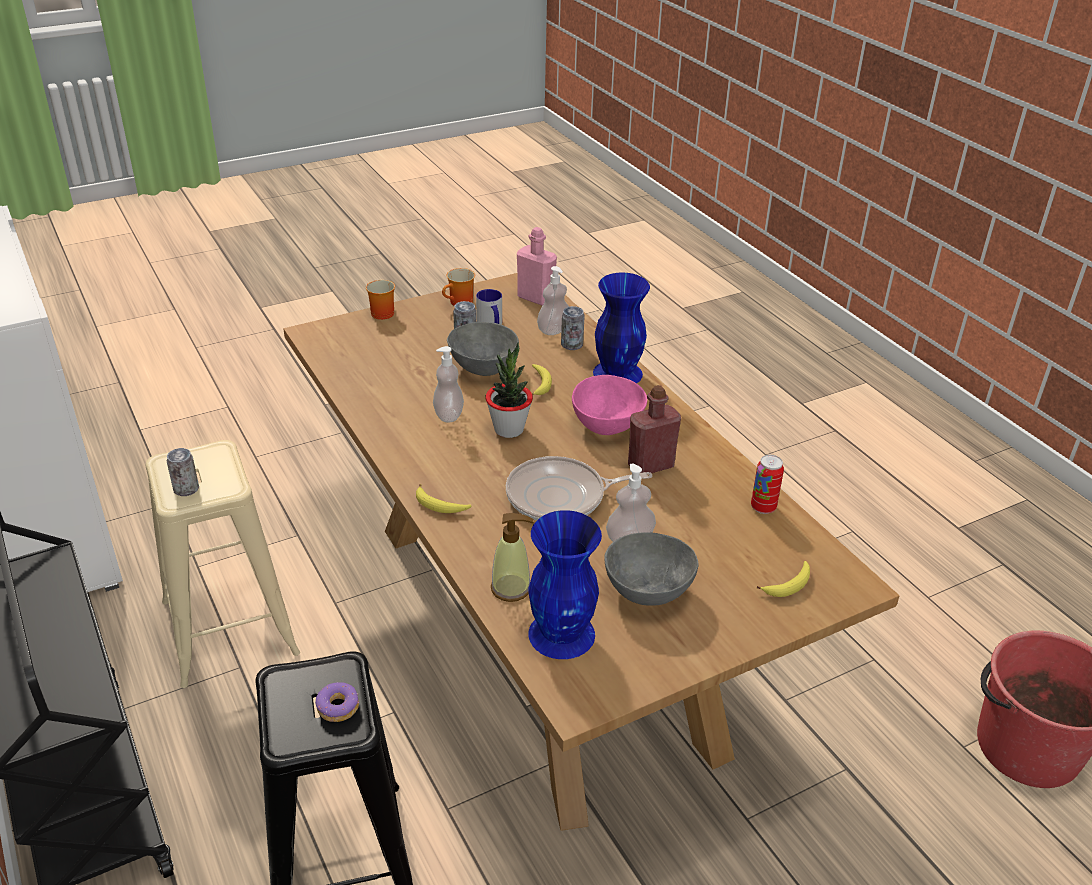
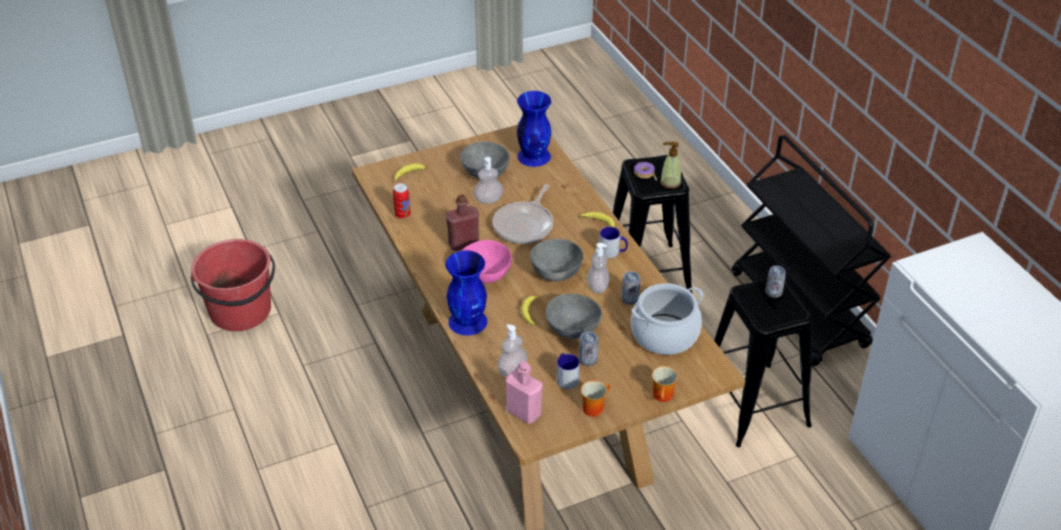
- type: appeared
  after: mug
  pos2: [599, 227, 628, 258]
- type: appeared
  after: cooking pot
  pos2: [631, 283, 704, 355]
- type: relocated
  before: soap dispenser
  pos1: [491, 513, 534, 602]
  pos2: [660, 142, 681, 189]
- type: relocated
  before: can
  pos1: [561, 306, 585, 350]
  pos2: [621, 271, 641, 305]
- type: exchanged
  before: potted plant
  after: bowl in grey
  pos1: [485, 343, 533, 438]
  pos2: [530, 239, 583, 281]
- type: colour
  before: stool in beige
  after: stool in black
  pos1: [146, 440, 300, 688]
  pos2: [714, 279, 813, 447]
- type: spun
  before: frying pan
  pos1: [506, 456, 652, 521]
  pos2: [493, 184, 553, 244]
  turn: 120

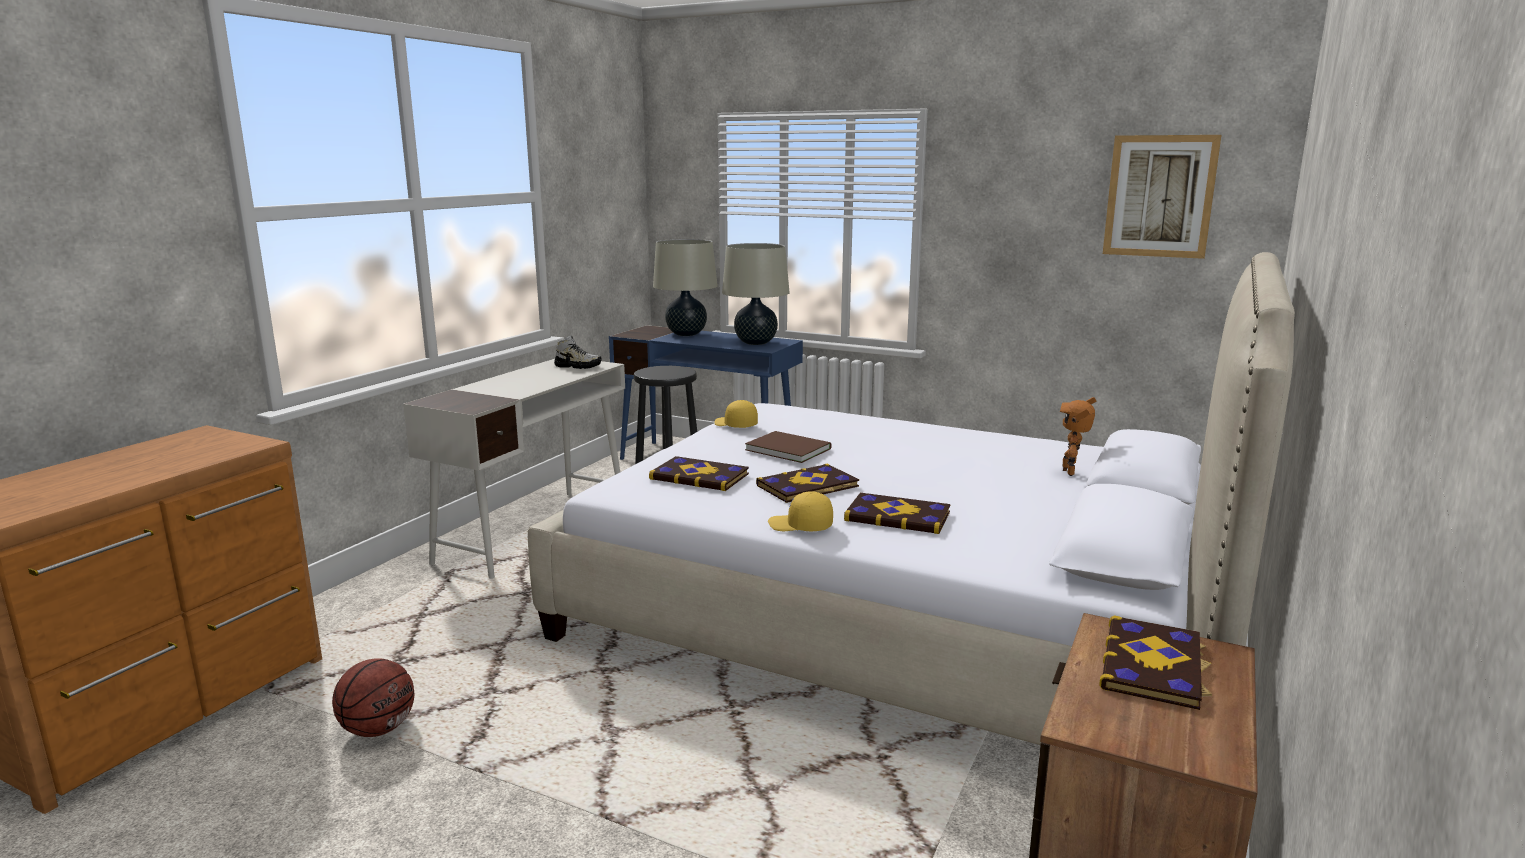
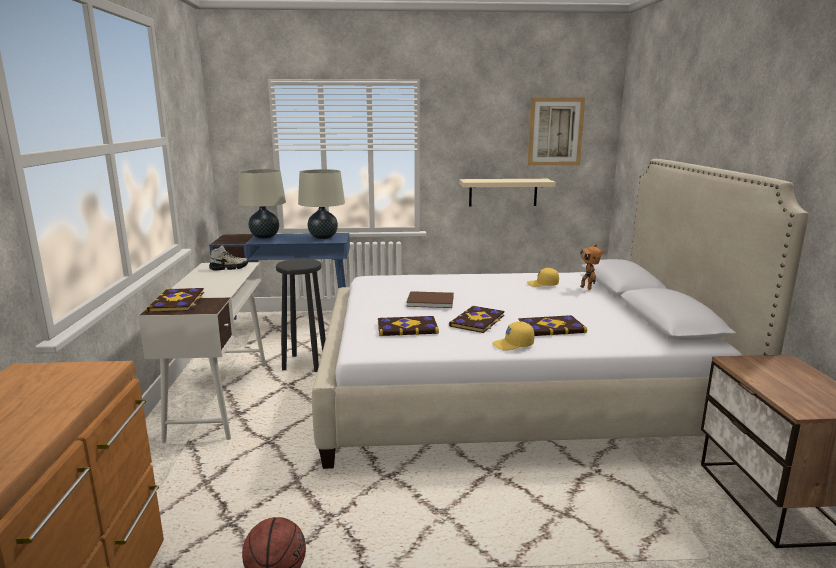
- type: appeared
  after: shelf in beige
  pos2: [459, 179, 556, 207]
- type: relocated
  before: cap in yellow
  pos1: [714, 400, 758, 428]
  pos2: [527, 268, 559, 287]
- type: relocated
  before: book
  pos1: [1099, 616, 1212, 710]
  pos2: [146, 288, 204, 313]

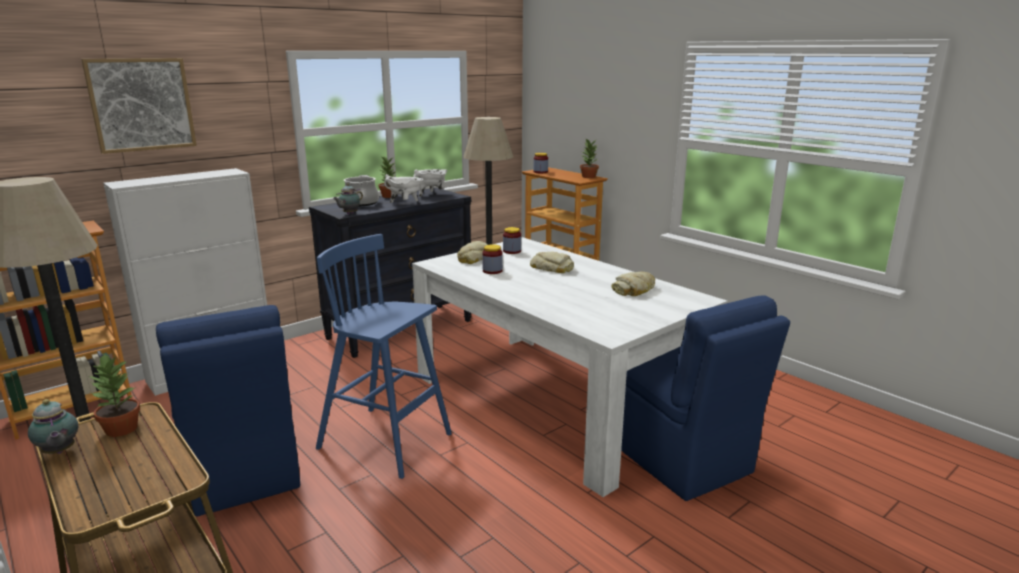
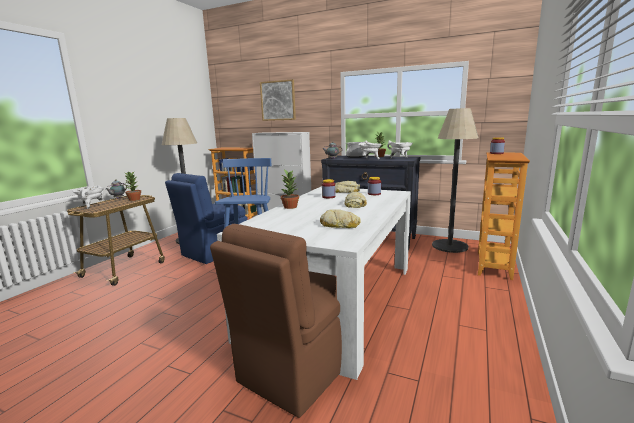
- type: appeared
  after: cooking pot in white
  pos2: [73, 185, 104, 209]
- type: relocated
  before: potted plant
  pos1: [580, 139, 599, 178]
  pos2: [281, 170, 299, 209]
- type: colour
  before: chair in blue
  after: chair in brown
  pos1: [621, 295, 790, 501]
  pos2: [210, 224, 342, 418]

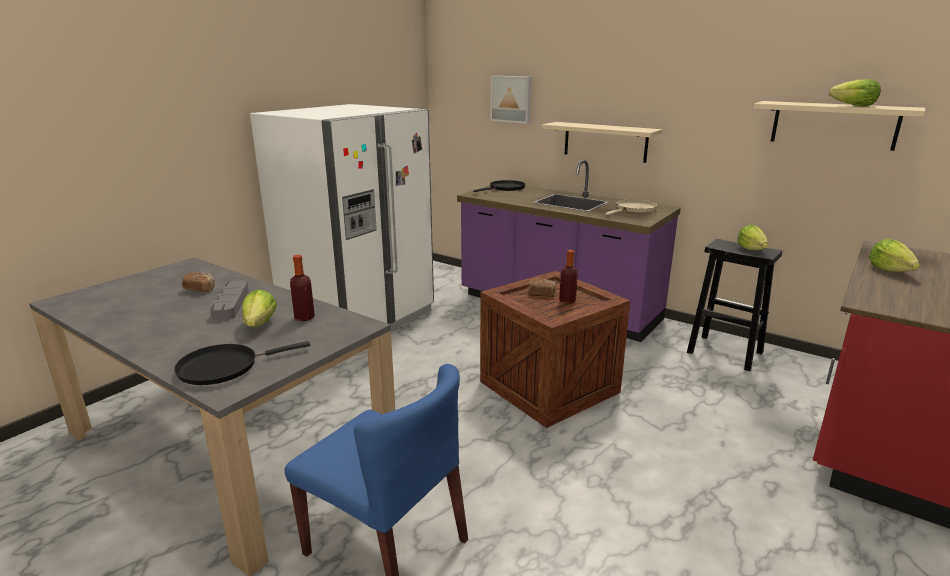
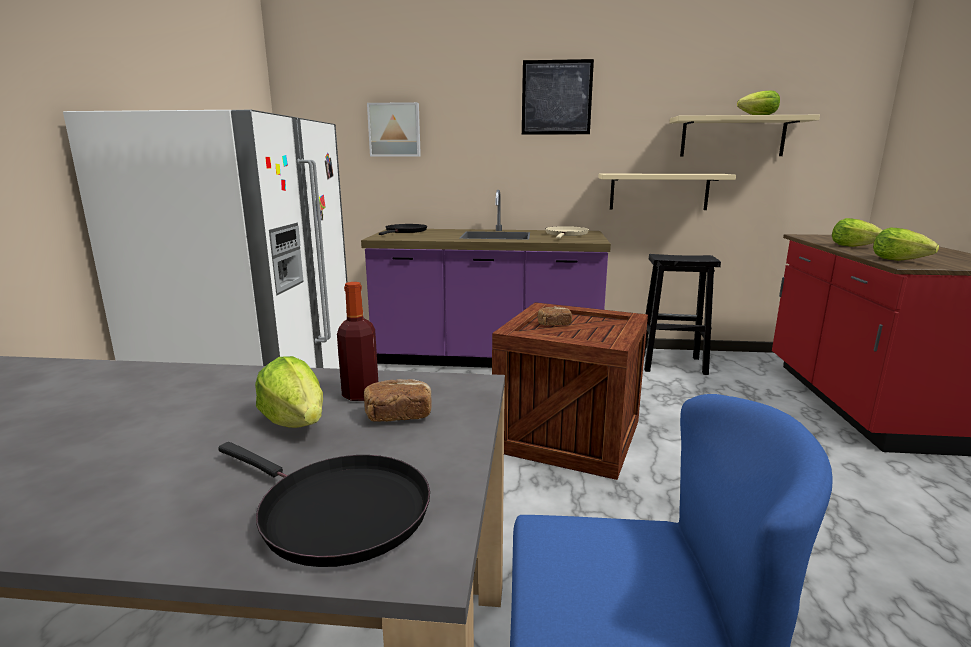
- type: missing
  before: tray in grey
  pos1: [210, 281, 249, 320]
- type: missing
  before: bottle
  pos1: [559, 250, 578, 304]
- type: appeared
  after: picture
  pos2: [522, 59, 594, 135]
- type: relocated
  before: bread
  pos1: [182, 272, 215, 292]
  pos2: [364, 379, 432, 422]
- type: relocated
  before: shelf in beige
  pos1: [541, 122, 662, 163]
  pos2: [598, 174, 736, 210]
- type: relocated
  before: lettuce
  pos1: [737, 225, 768, 250]
  pos2: [873, 228, 939, 261]
- type: spun
  before: frying pan in black
  pos1: [174, 341, 310, 385]
  pos2: [218, 442, 430, 567]
  turn: -90

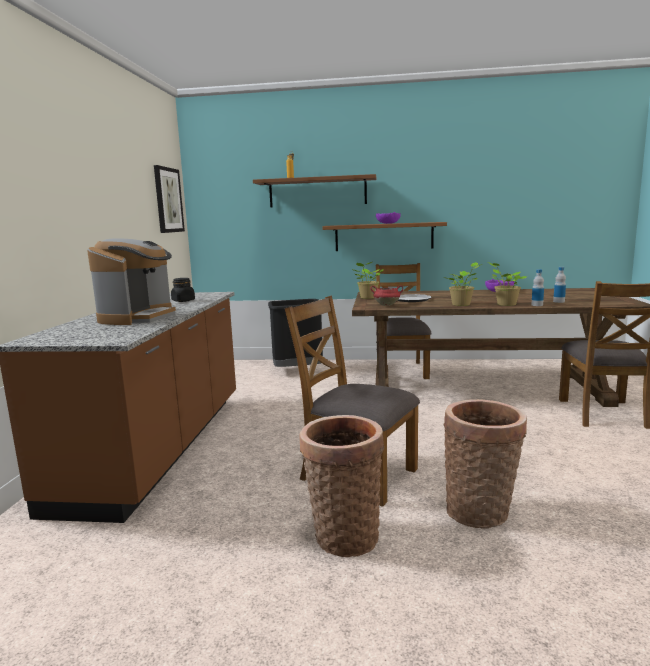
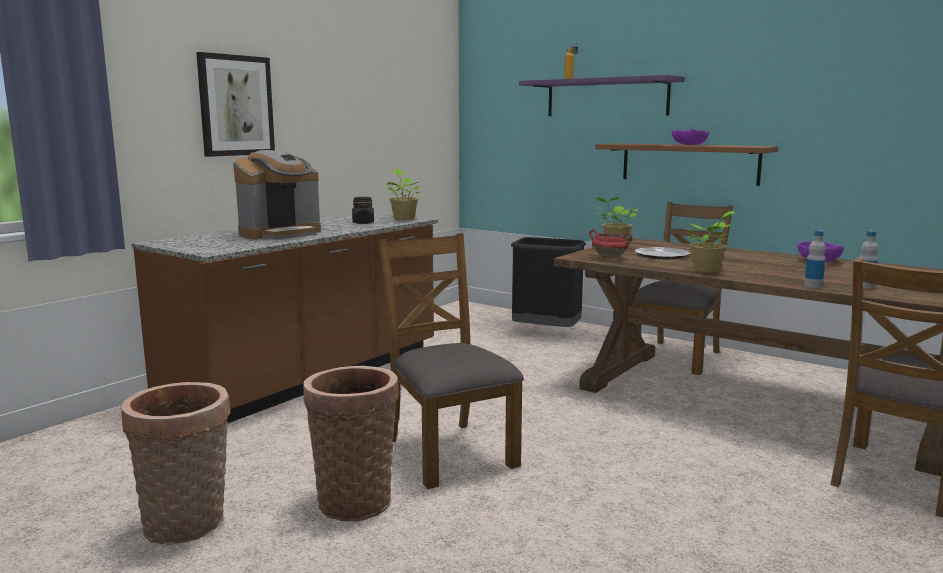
- type: relocated
  before: picture
  pos1: [154, 165, 185, 233]
  pos2: [196, 52, 275, 157]
- type: relocated
  before: basket
  pos1: [443, 399, 527, 529]
  pos2: [122, 382, 230, 545]
- type: relocated
  before: potted plant
  pos1: [488, 262, 527, 306]
  pos2: [382, 169, 420, 220]
- type: colour
  before: shelf in brown
  after: shelf in purple
  pos1: [253, 174, 376, 208]
  pos2: [519, 75, 685, 116]

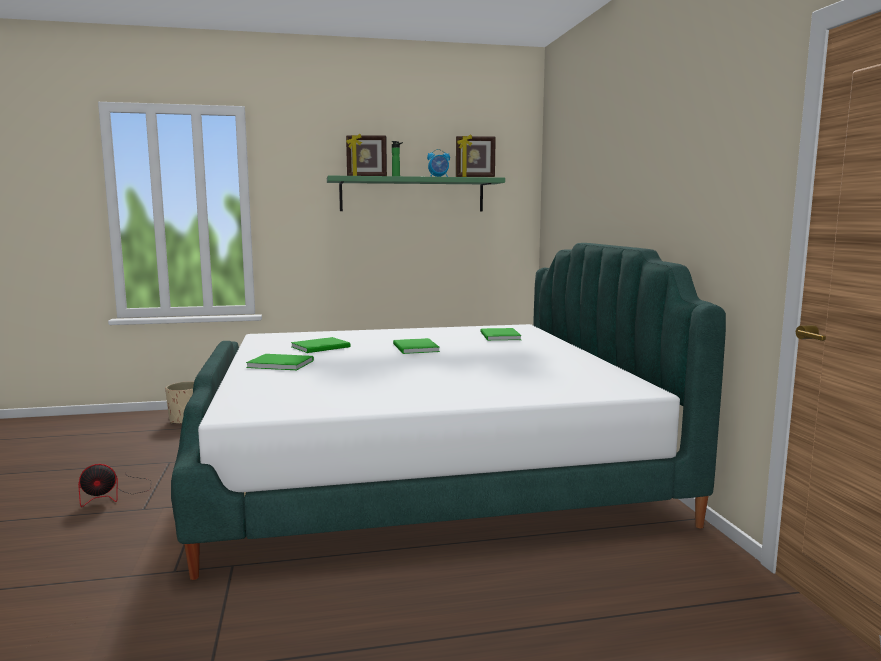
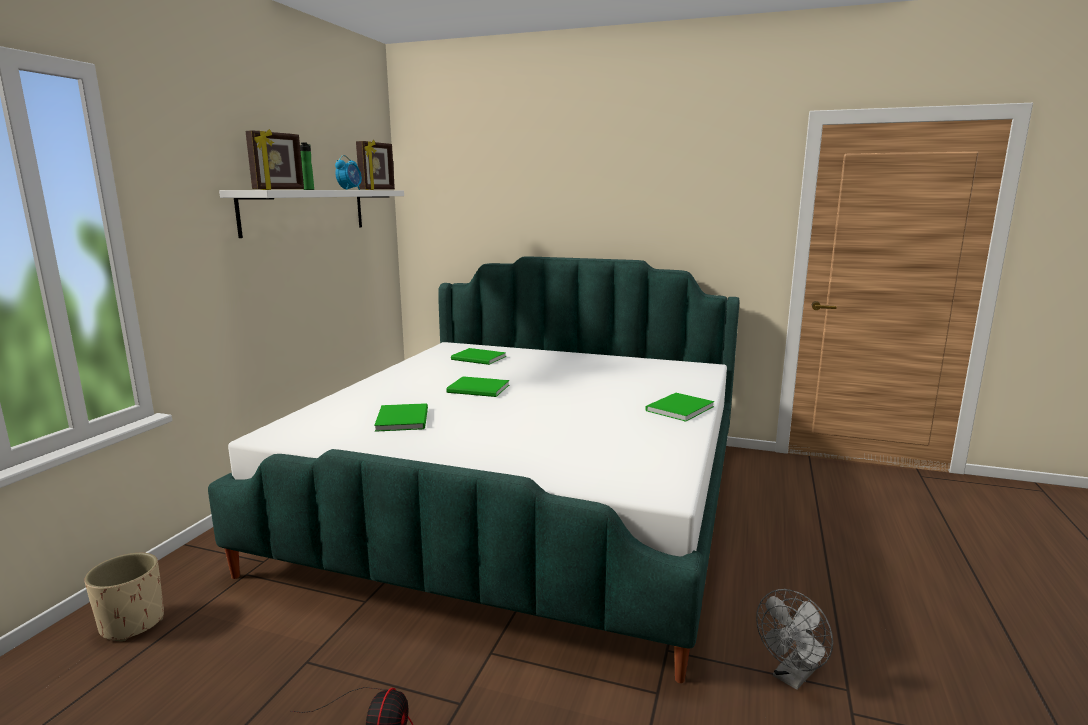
- type: appeared
  after: fan in grey
  pos2: [756, 589, 833, 690]
- type: relocated
  before: book in green
  pos1: [246, 354, 314, 370]
  pos2: [645, 393, 714, 422]
- type: colour
  before: shelf in green
  after: shelf in white
  pos1: [327, 175, 505, 211]
  pos2: [219, 190, 404, 238]

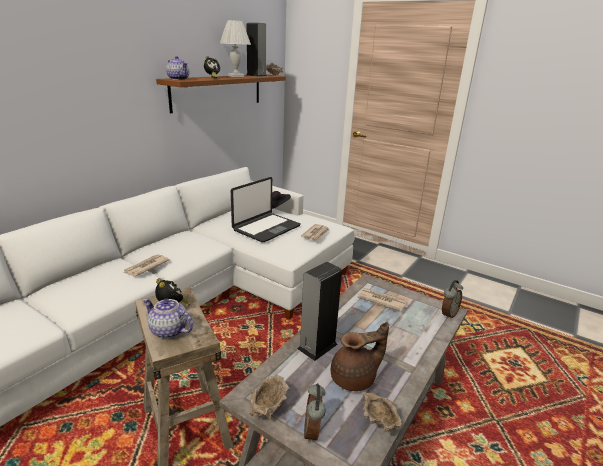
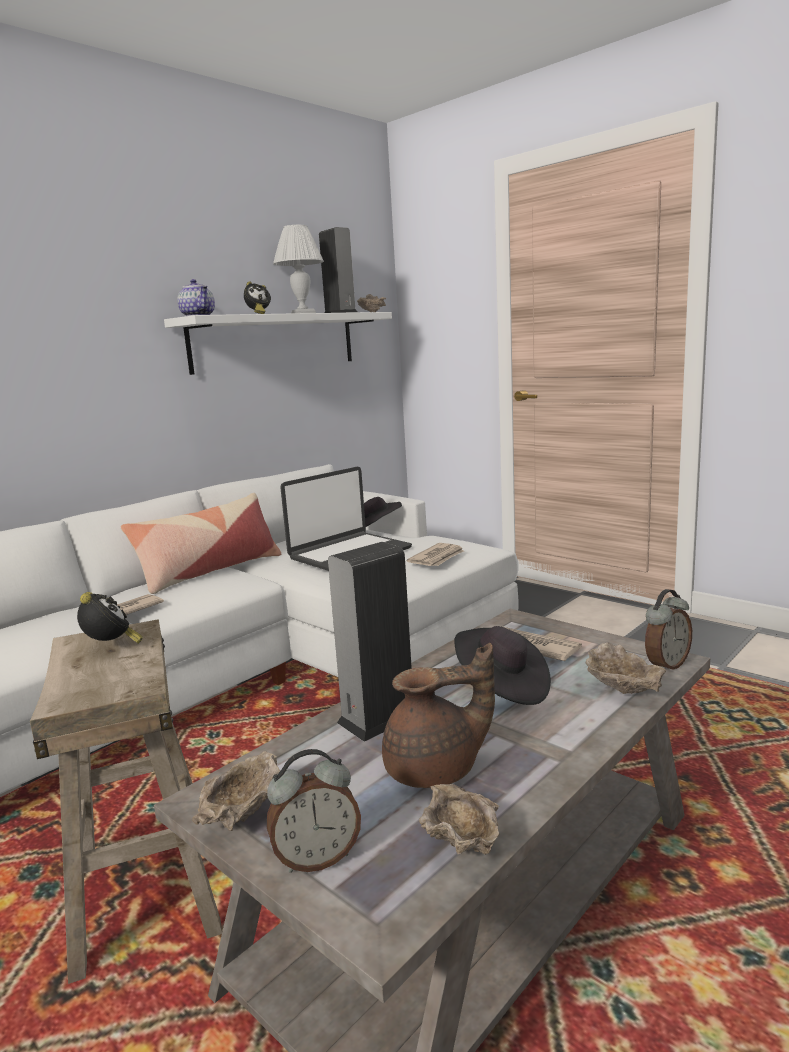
- type: missing
  before: teapot
  pos1: [143, 298, 193, 339]
- type: appeared
  after: pillow
  pos2: [121, 493, 281, 594]
- type: appeared
  after: hat in black
  pos2: [454, 626, 551, 705]
- type: appeared
  after: bowl in beige
  pos2: [585, 642, 666, 694]
- type: colour
  before: shelf in brown
  after: shelf in white
  pos1: [156, 74, 286, 113]
  pos2: [164, 312, 392, 375]
- type: spun
  before: alarm clock
  pos1: [304, 383, 326, 443]
  pos2: [267, 749, 361, 873]
  turn: -120

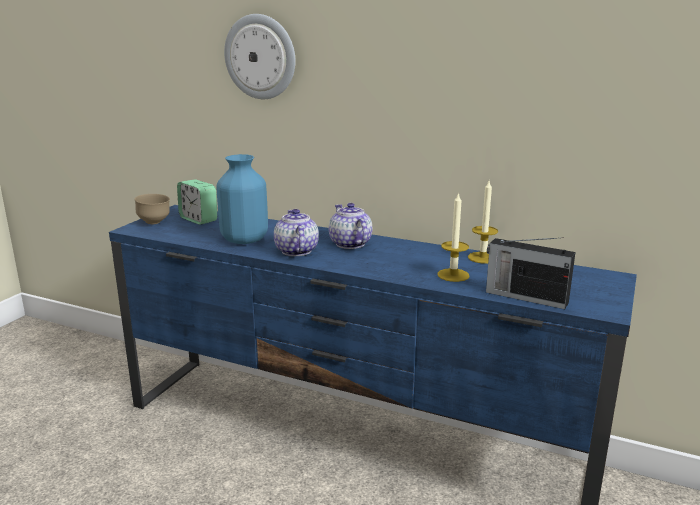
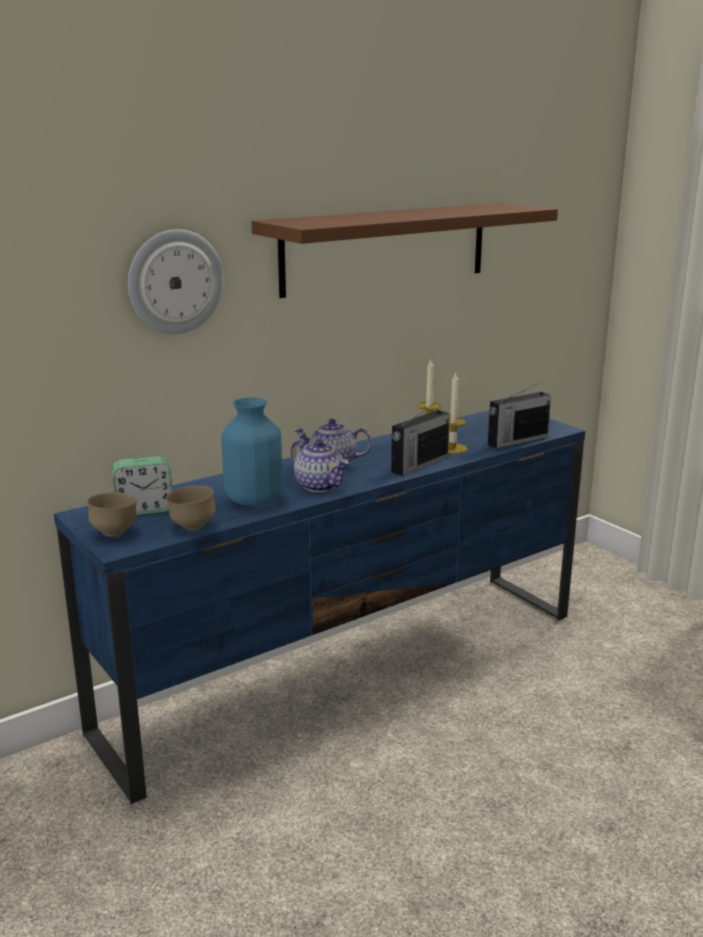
- type: appeared
  after: bowl in brown
  pos2: [166, 486, 215, 530]
- type: appeared
  after: shelf in brown
  pos2: [252, 203, 558, 298]
- type: appeared
  after: radio
  pos2: [391, 400, 449, 476]
- type: spun
  before: teapot
  pos1: [274, 209, 319, 256]
  pos2: [291, 439, 349, 492]
  turn: -150

